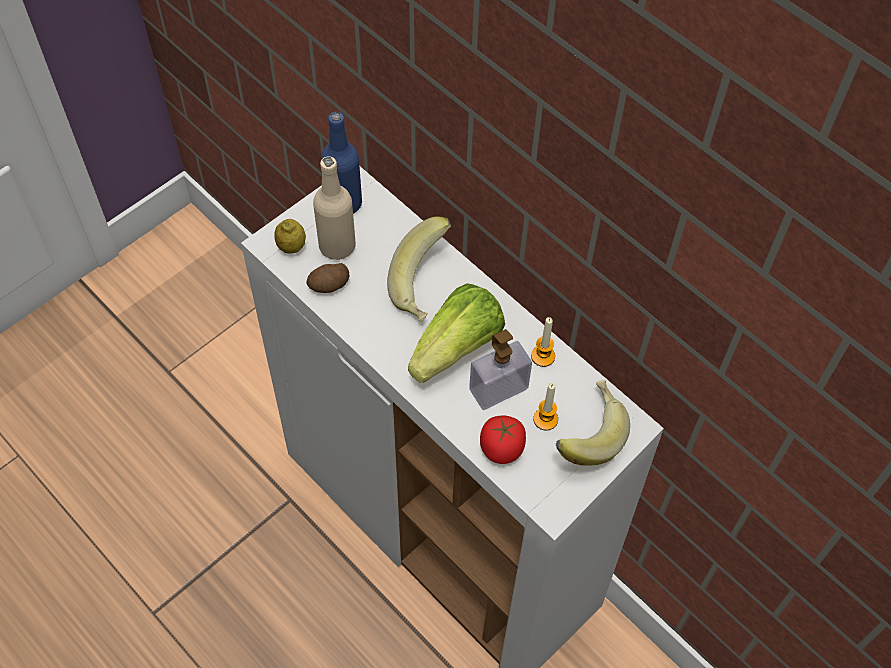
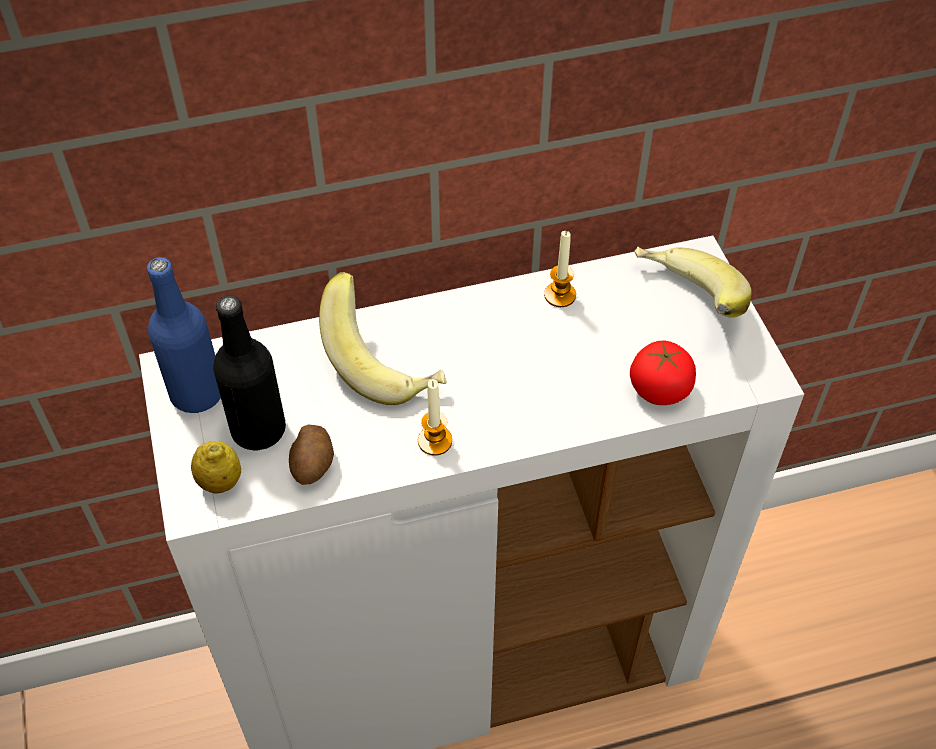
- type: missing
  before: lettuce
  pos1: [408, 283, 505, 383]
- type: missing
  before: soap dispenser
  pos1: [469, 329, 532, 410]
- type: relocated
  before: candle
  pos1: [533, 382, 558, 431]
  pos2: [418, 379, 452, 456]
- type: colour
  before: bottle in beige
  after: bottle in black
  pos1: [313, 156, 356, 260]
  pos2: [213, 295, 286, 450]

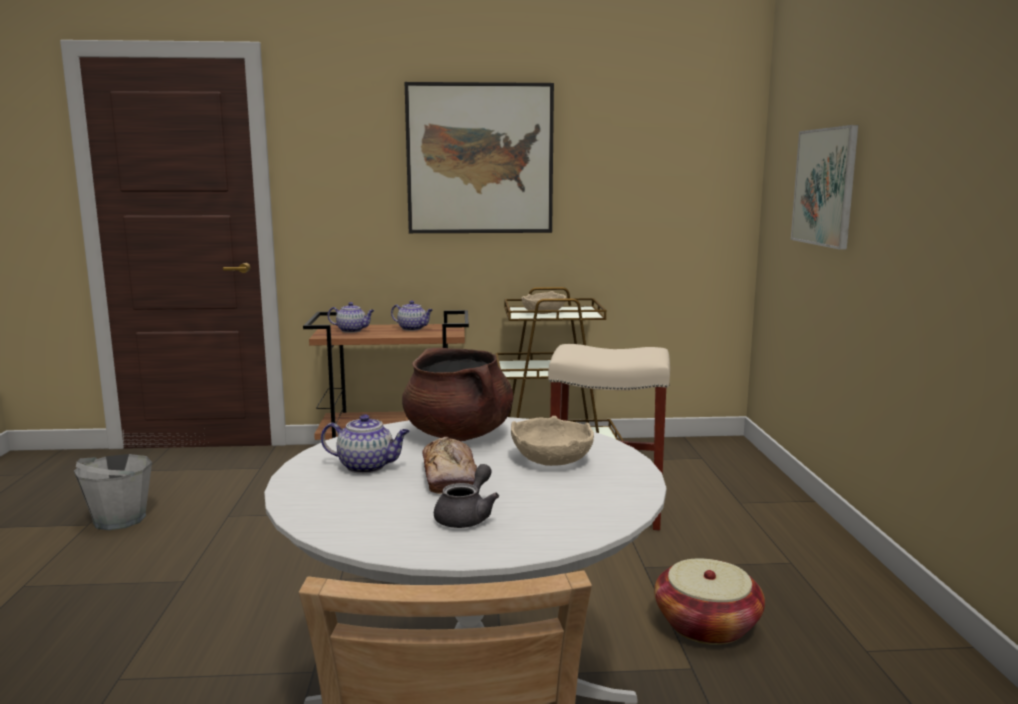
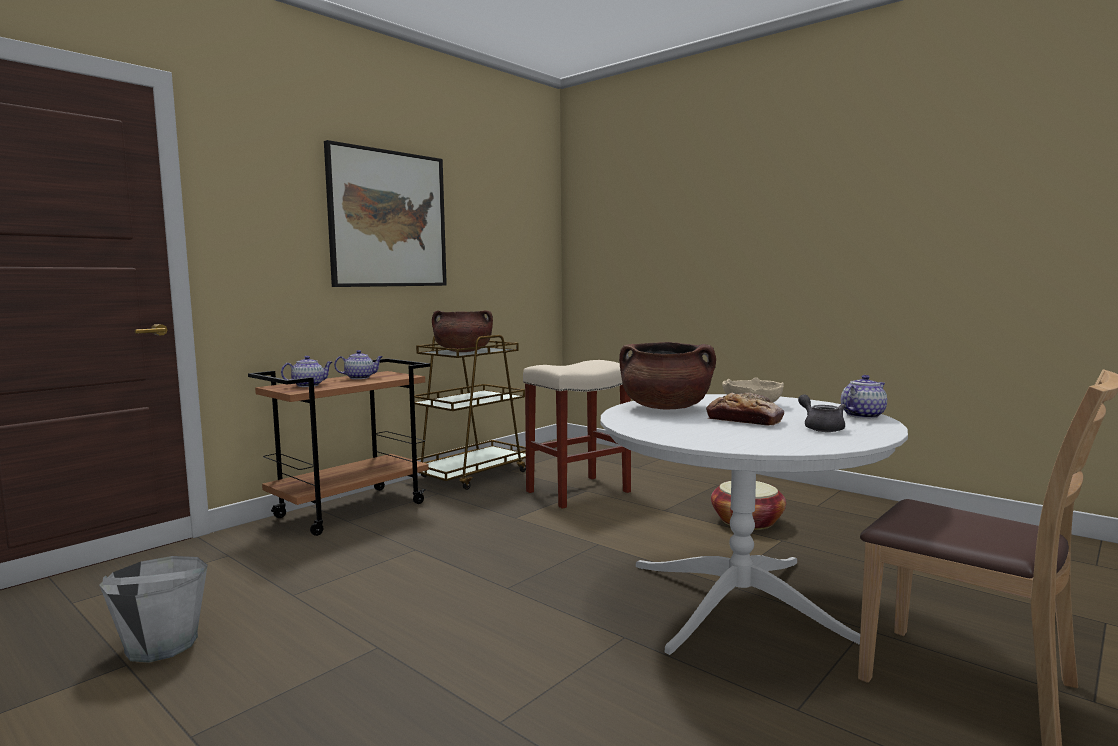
- type: missing
  before: picture
  pos1: [791, 125, 858, 250]
- type: relocated
  before: teapot
  pos1: [321, 414, 410, 474]
  pos2: [841, 375, 887, 419]
- type: exchanged
  before: bowl in beige
  after: cooking pot in brown
  pos1: [522, 291, 566, 314]
  pos2: [432, 310, 493, 352]

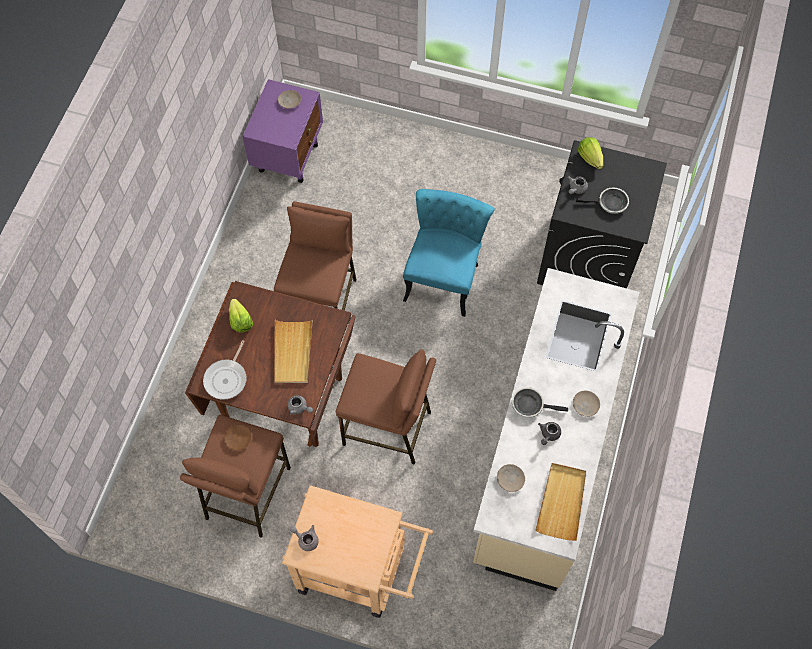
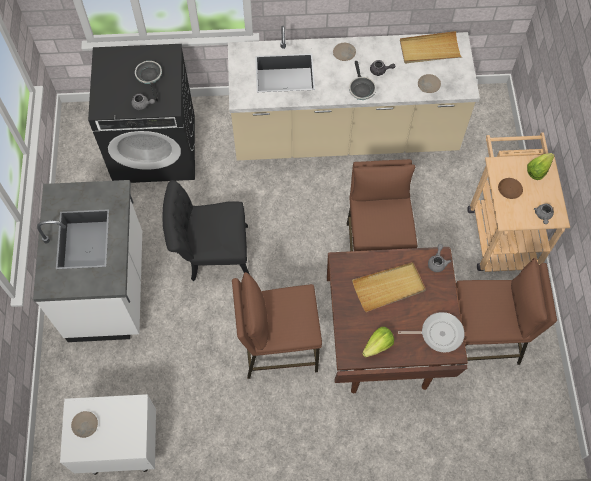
- type: appeared
  after: counter in white
  pos2: [33, 180, 142, 342]
- type: relocated
  before: plate in brown
  pos1: [224, 425, 252, 450]
  pos2: [498, 178, 523, 199]
- type: relocated
  before: lettuce
  pos1: [578, 137, 603, 169]
  pos2: [527, 153, 554, 180]
- type: colour
  before: nightstand in purple
  after: nightstand in white
  pos1: [243, 79, 323, 183]
  pos2: [60, 394, 156, 475]
- type: colour
  before: chair in turquoise
  after: chair in black
  pos1: [403, 189, 495, 317]
  pos2: [162, 180, 250, 281]

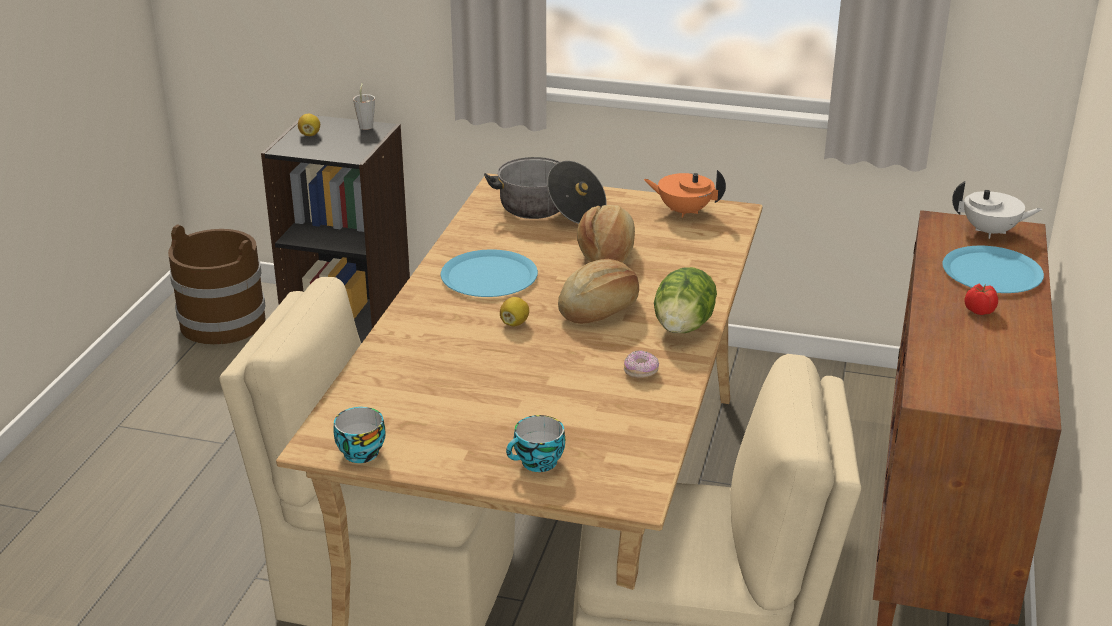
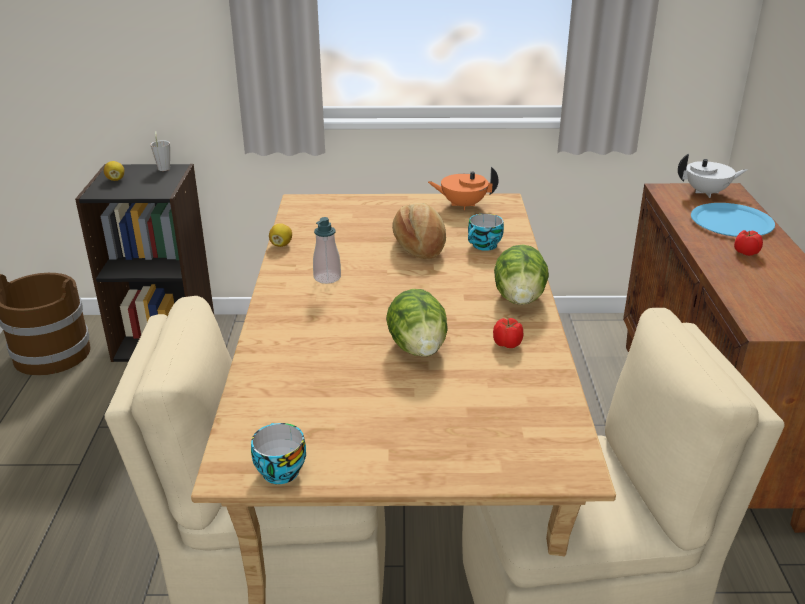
- type: missing
  before: cooking pot
  pos1: [484, 157, 607, 224]
- type: missing
  before: bread
  pos1: [558, 259, 639, 324]
- type: appeared
  after: lettuce
  pos2: [386, 289, 448, 357]
- type: relocated
  before: lemon
  pos1: [500, 297, 529, 326]
  pos2: [269, 223, 292, 247]
- type: relocated
  before: cup
  pos1: [506, 415, 565, 472]
  pos2: [468, 213, 504, 251]
- type: exchanged
  before: plate in blue
  after: soap dispenser
  pos1: [441, 249, 538, 297]
  pos2: [313, 217, 341, 284]
- type: exchanged
  before: donut
  after: tomato
  pos1: [624, 350, 659, 378]
  pos2: [493, 318, 523, 348]

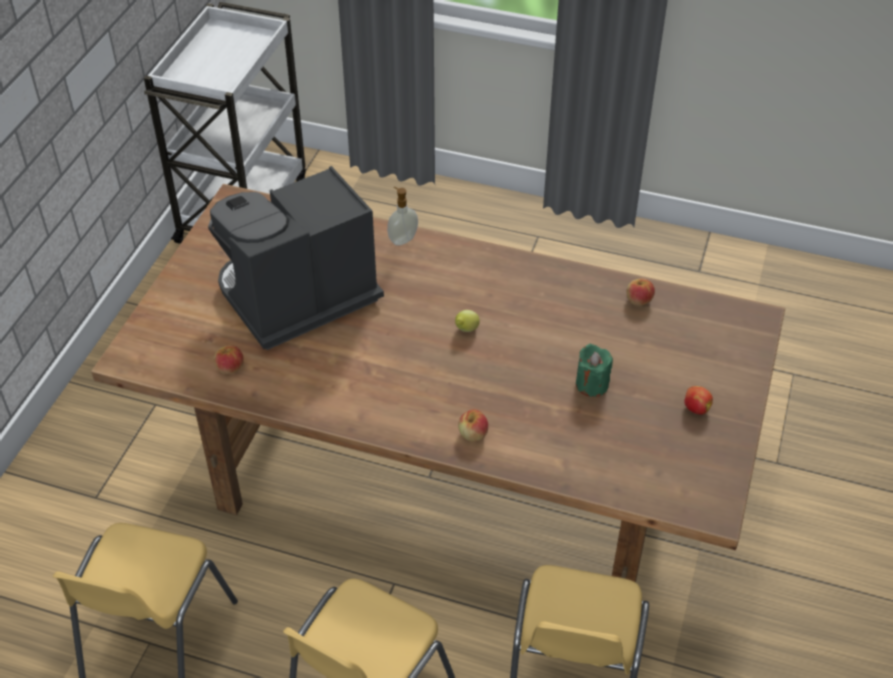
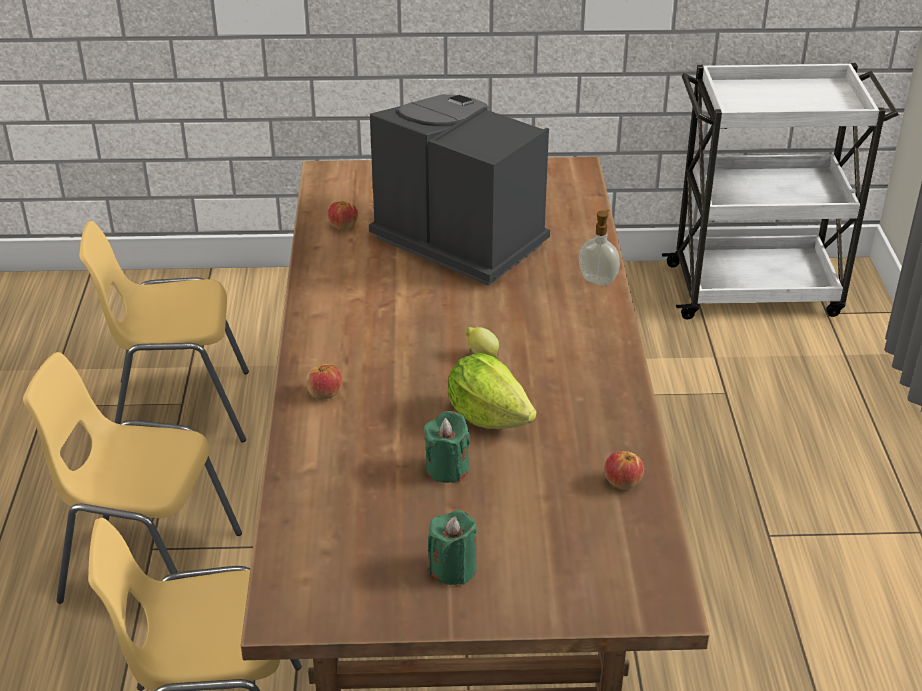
- type: appeared
  after: lettuce
  pos2: [448, 353, 537, 429]
- type: exchanged
  before: apple
  after: candle in green
  pos1: [684, 386, 713, 415]
  pos2: [428, 510, 477, 585]

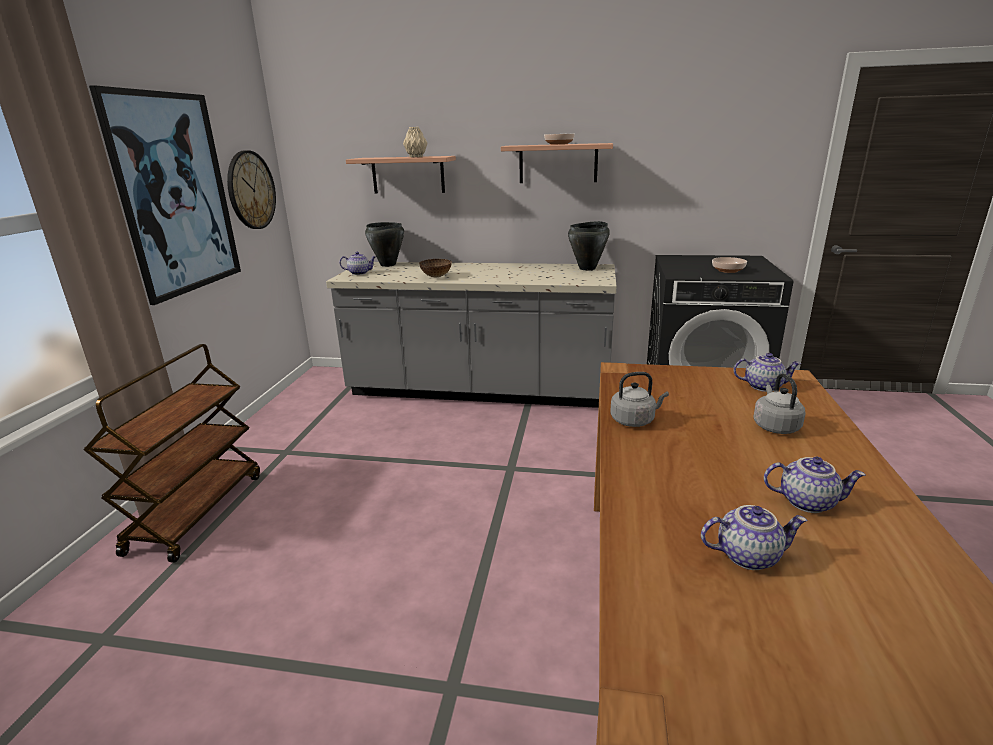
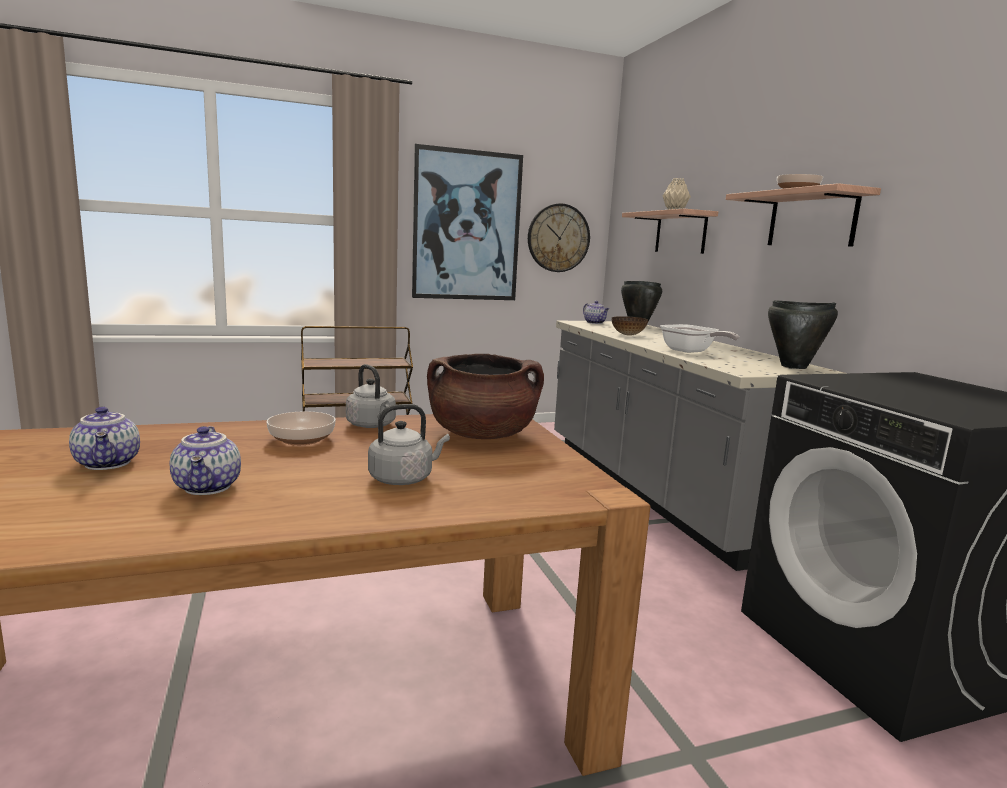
- type: missing
  before: teapot
  pos1: [733, 353, 801, 392]
- type: appeared
  after: cooking pot in brown
  pos2: [427, 354, 544, 439]
- type: appeared
  after: frying pan
  pos2: [660, 324, 739, 353]
- type: relocated
  before: bowl
  pos1: [712, 257, 747, 273]
  pos2: [267, 411, 336, 445]

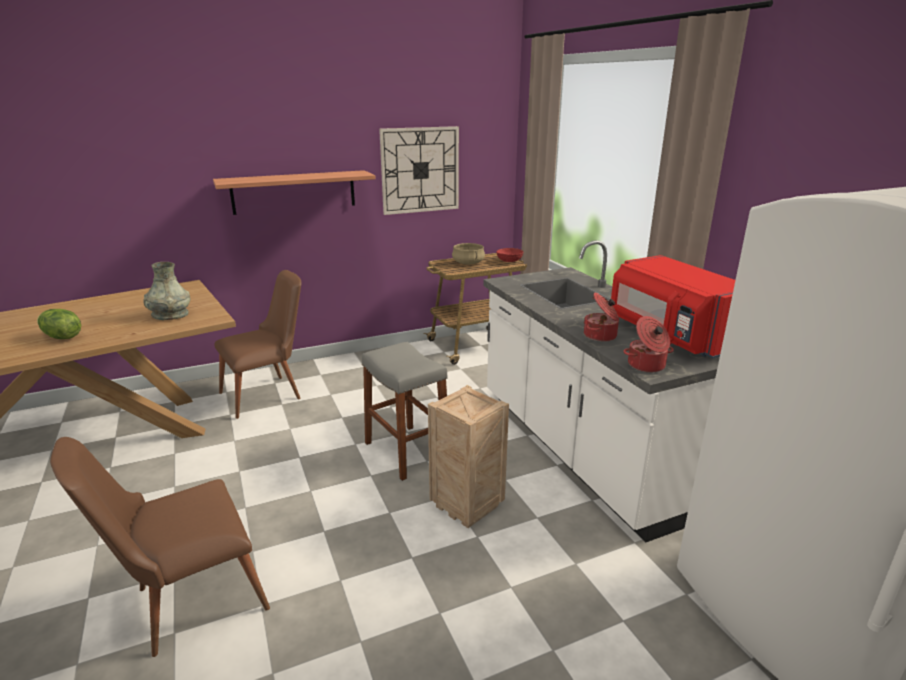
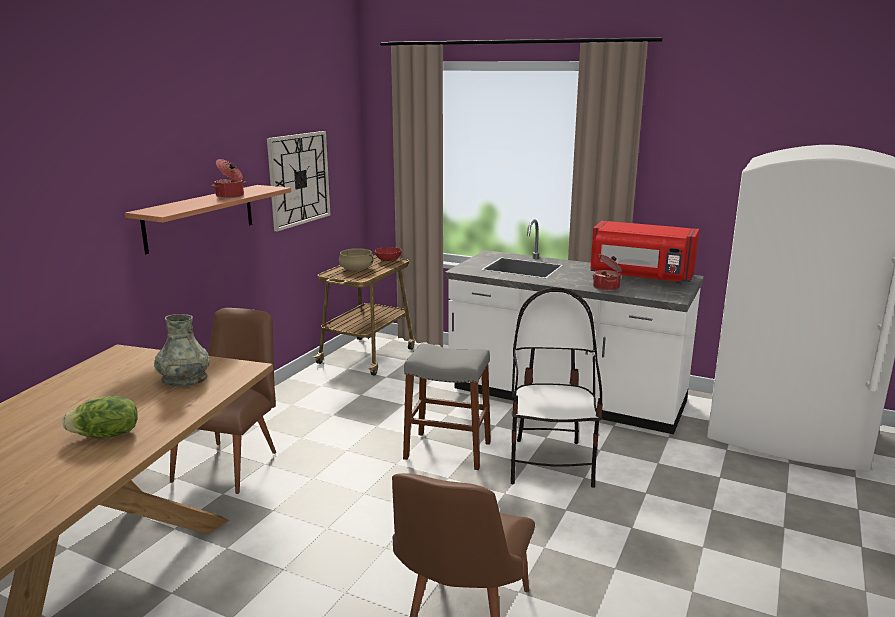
- type: relocated
  before: cooking pot
  pos1: [624, 316, 674, 372]
  pos2: [211, 159, 246, 198]
- type: exchanged
  before: crate
  after: chair
  pos1: [428, 385, 509, 528]
  pos2: [511, 287, 603, 488]

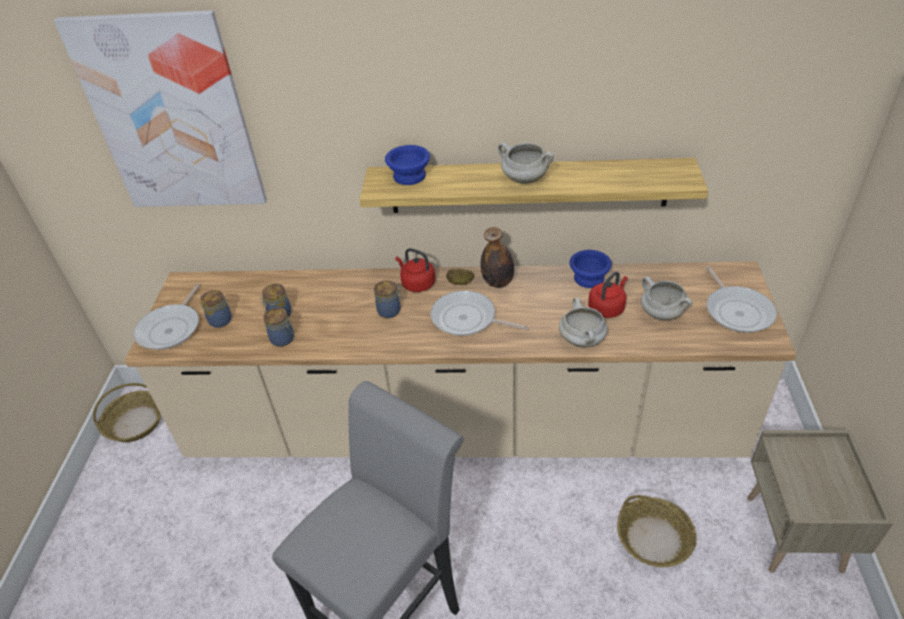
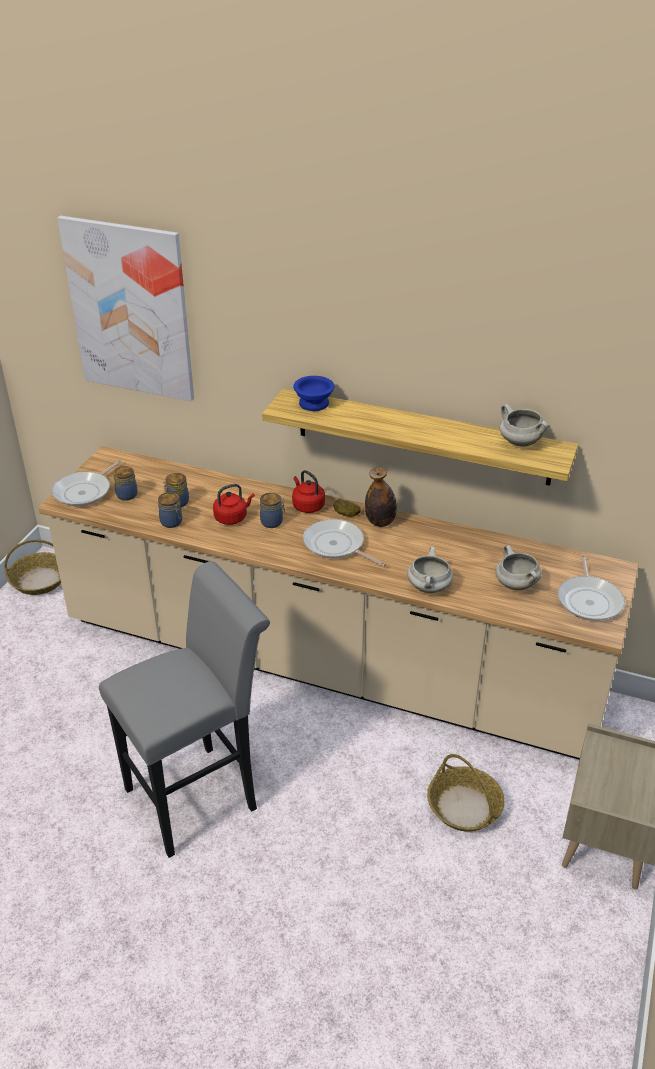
- type: missing
  before: bowl in blue
  pos1: [570, 250, 612, 288]
- type: relocated
  before: cooking pot in white
  pos1: [498, 142, 554, 184]
  pos2: [500, 404, 548, 447]
- type: relocated
  before: kettle in red
  pos1: [588, 272, 628, 318]
  pos2: [213, 484, 255, 525]

